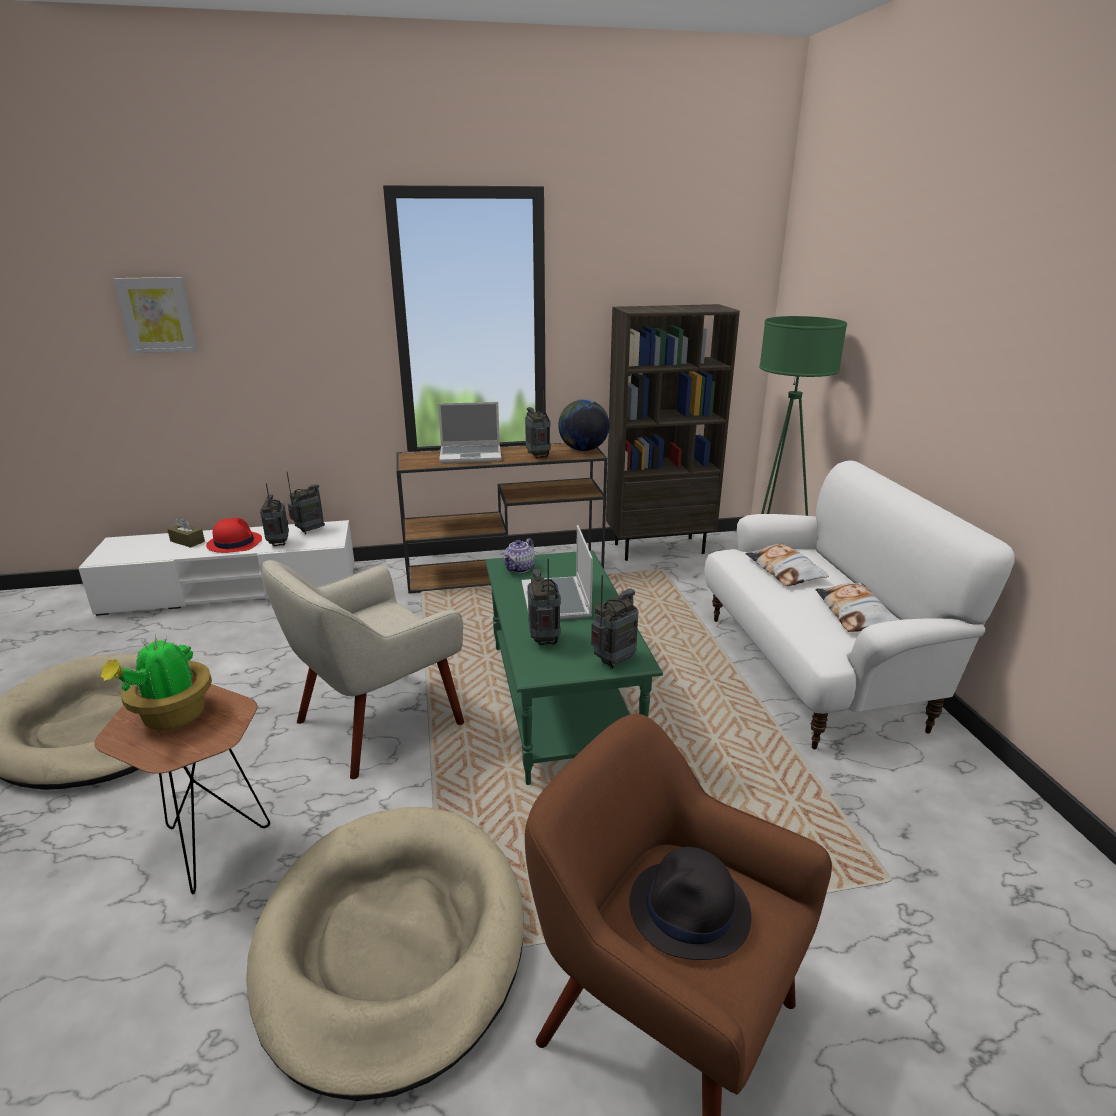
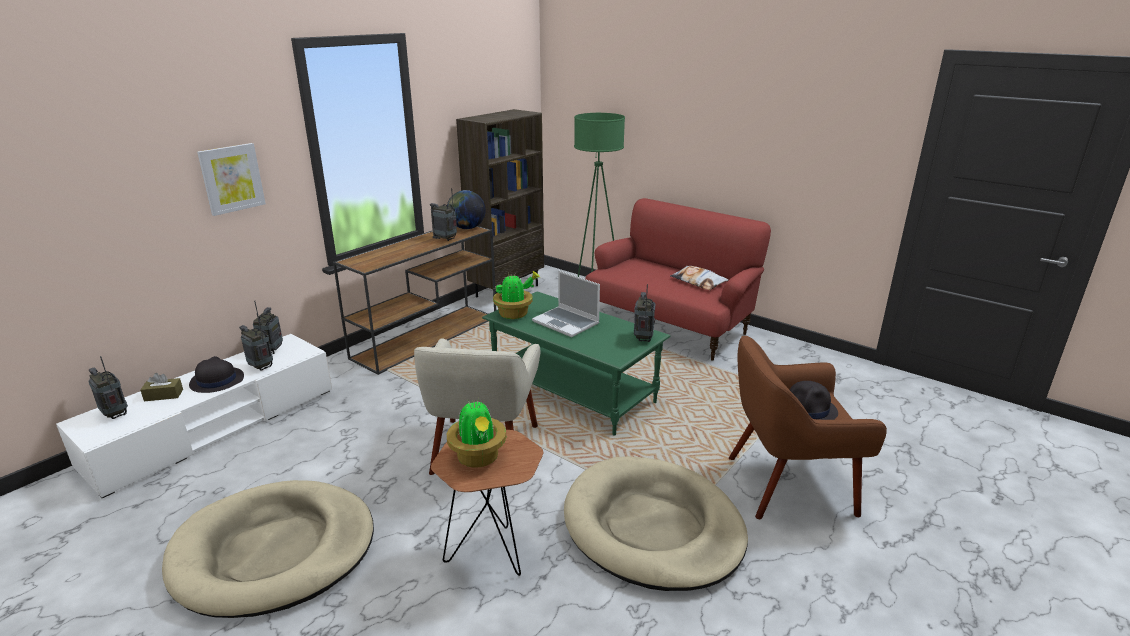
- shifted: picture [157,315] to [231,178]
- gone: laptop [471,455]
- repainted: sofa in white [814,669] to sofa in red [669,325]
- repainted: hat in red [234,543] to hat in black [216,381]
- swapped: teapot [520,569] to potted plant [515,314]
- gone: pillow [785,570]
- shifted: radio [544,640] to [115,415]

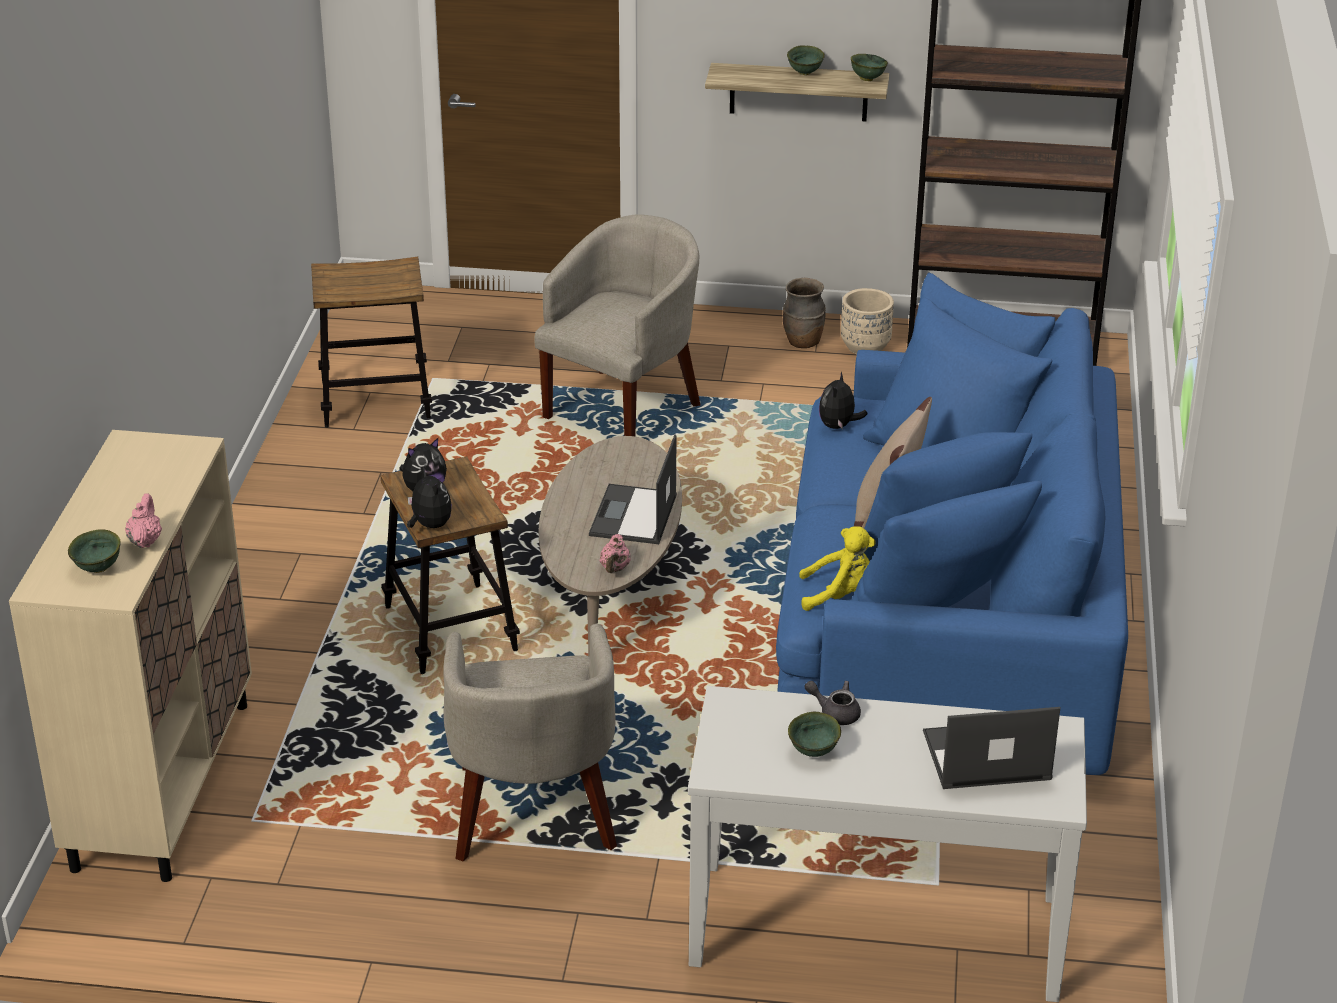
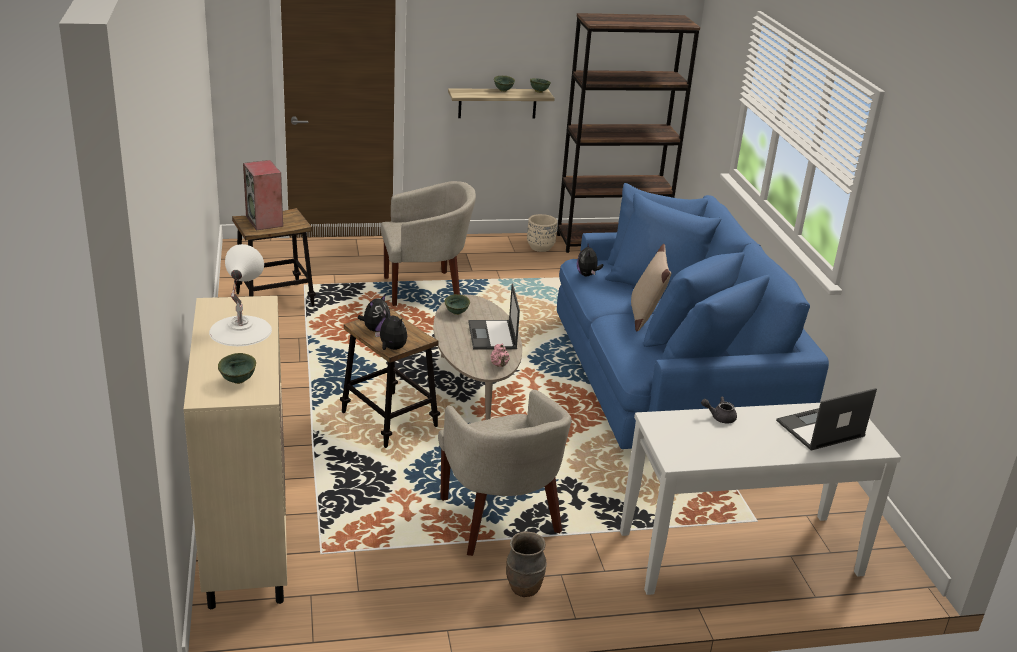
- rotated: armchair in beige [623,407] = [425,289] 60 degrees clockwise
- shifted: vase in brown [802,342] to [524,589]
- gone: teapot in pink [145,541]
- gone: plush toy in yellow [839,594]
- shifted: bowl in green [814,752] to [457,313]
- new: speaker [265,221]
- new: table lamp in white [240,330]

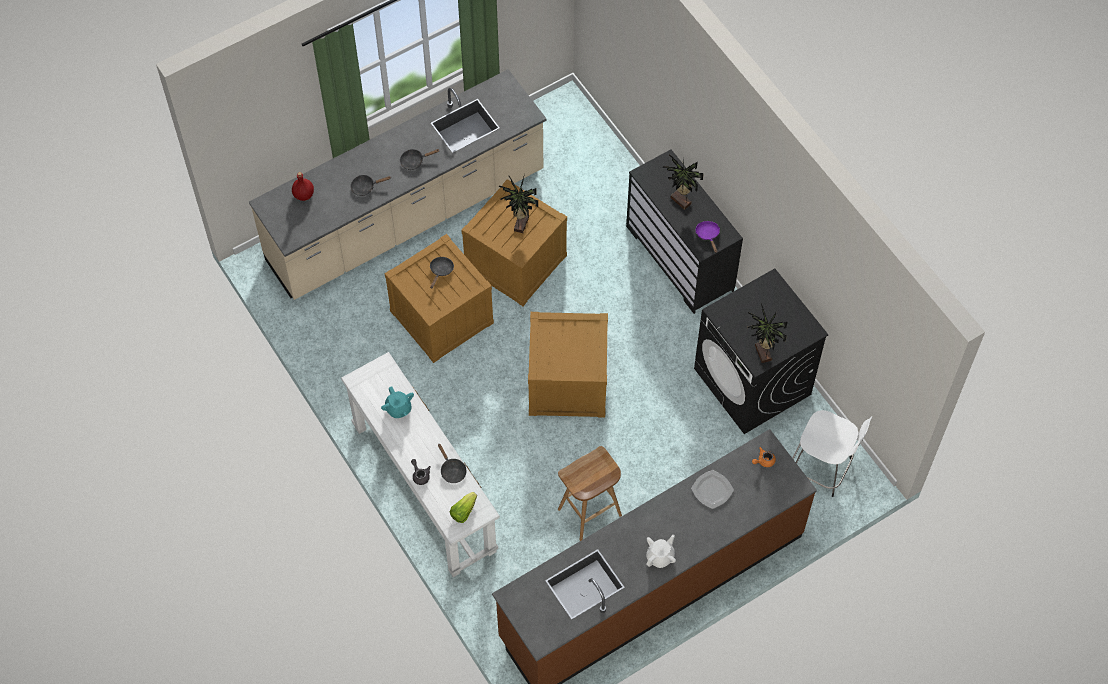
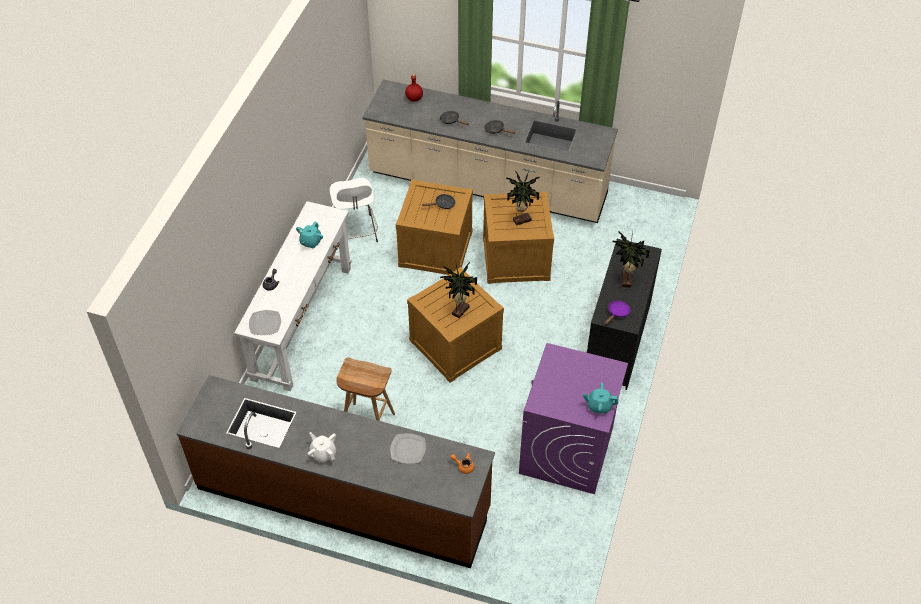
- repainted: washing machine in black [753,382] to washing machine in purple [566,450]
- shifted: potted plant [762,354] to [459,310]
- shifted: stool in white [822,468] to [355,233]
- gone: frying pan in black [452,470]
- swapped: lettuce [463,511] to plate [264,323]
- rotated: teapot in white [660,556] = [323,453] 135 degrees counterclockwise
- new: teapot in turquoise [599,406]

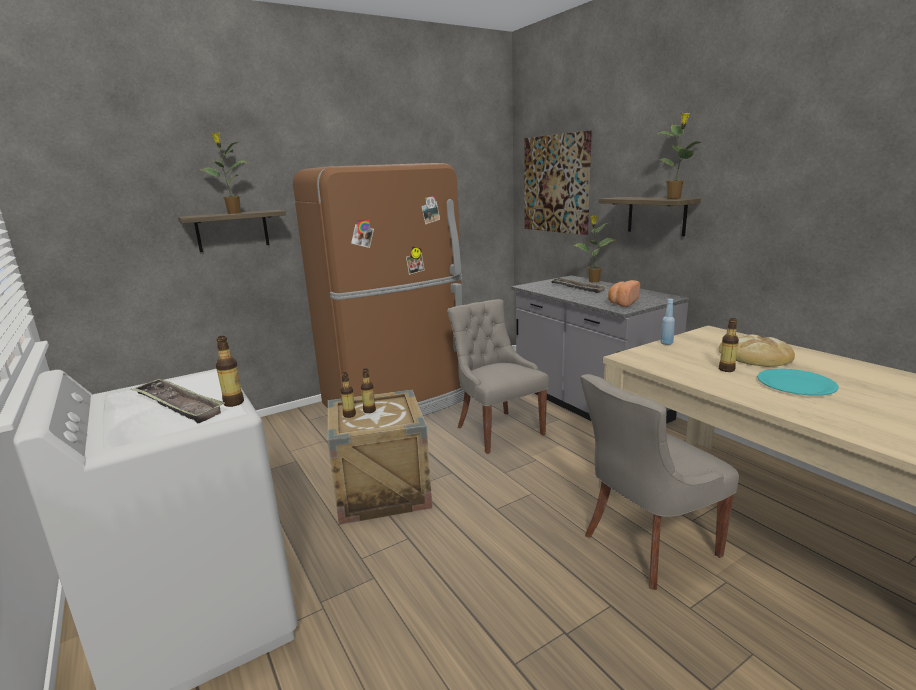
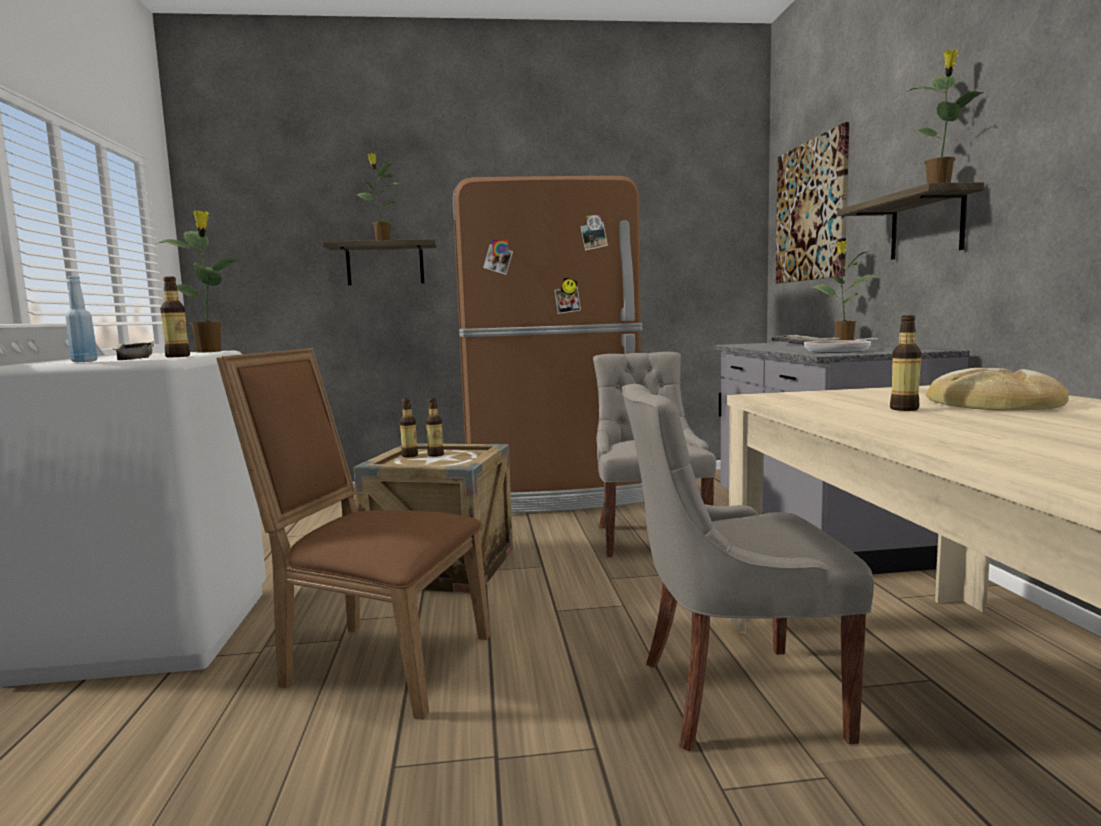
- swapped: bread [622,302] to frying pan [840,351]
- shifted: bottle in blue [666,343] to [84,361]
- gone: plate in turquoise [796,384]
- new: potted plant [210,351]
- new: chair in brown [376,662]

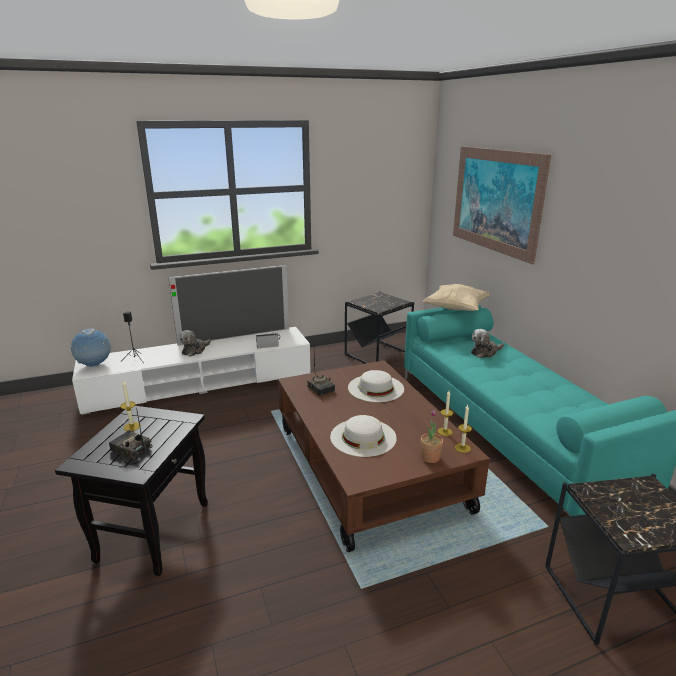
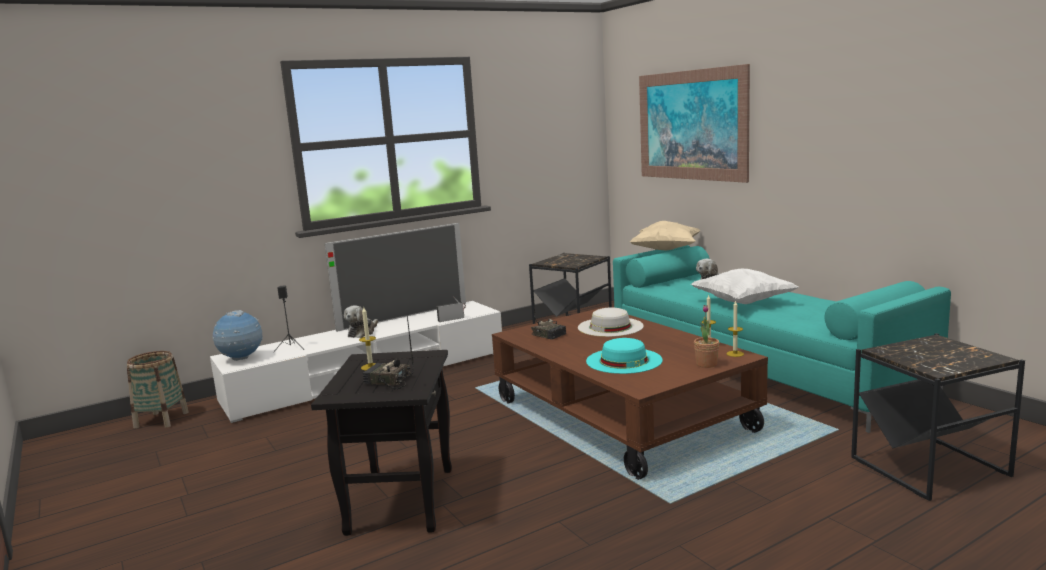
- repainted: hat in white [363,437] to hat in turquoise [624,360]
- new: pillow in white [742,302]
- new: basket [161,420]

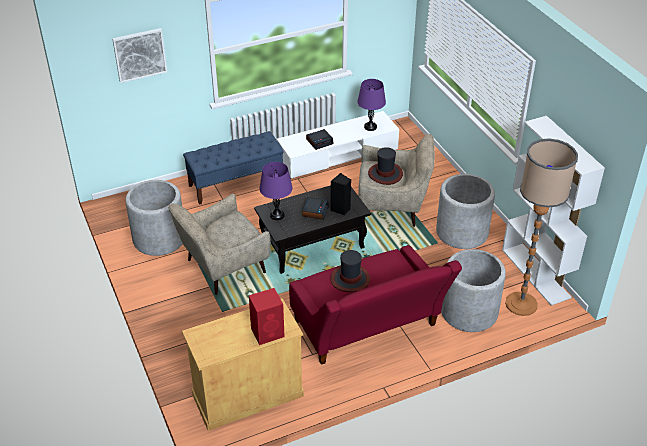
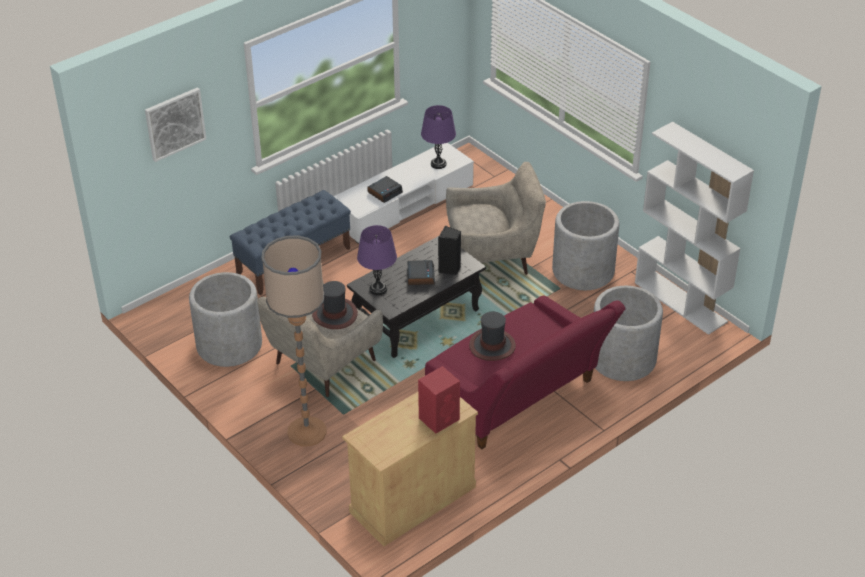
- shifted: floor lamp [521,304] to [306,432]
- shifted: hat [385,174] to [335,314]

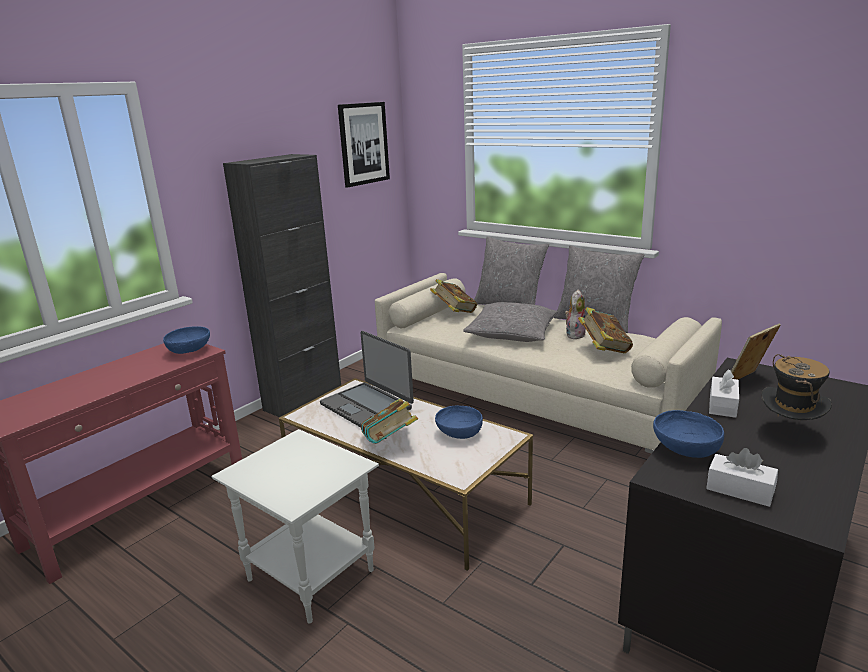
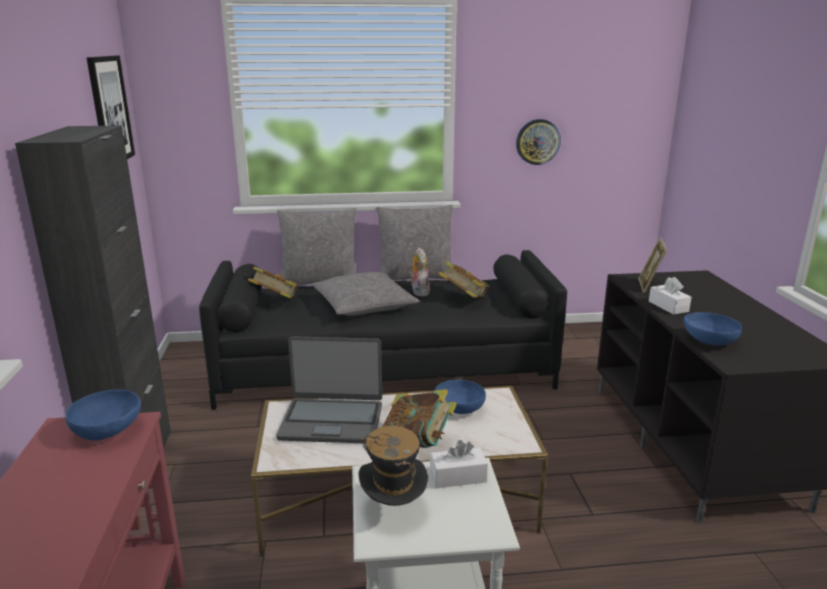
- repainted: sofa in beige [533,399] to sofa in black [386,368]
- shifted: hat [789,433] to [393,510]
- shifted: tissue box in white [740,490] to [458,477]
- new: wall clock [537,142]

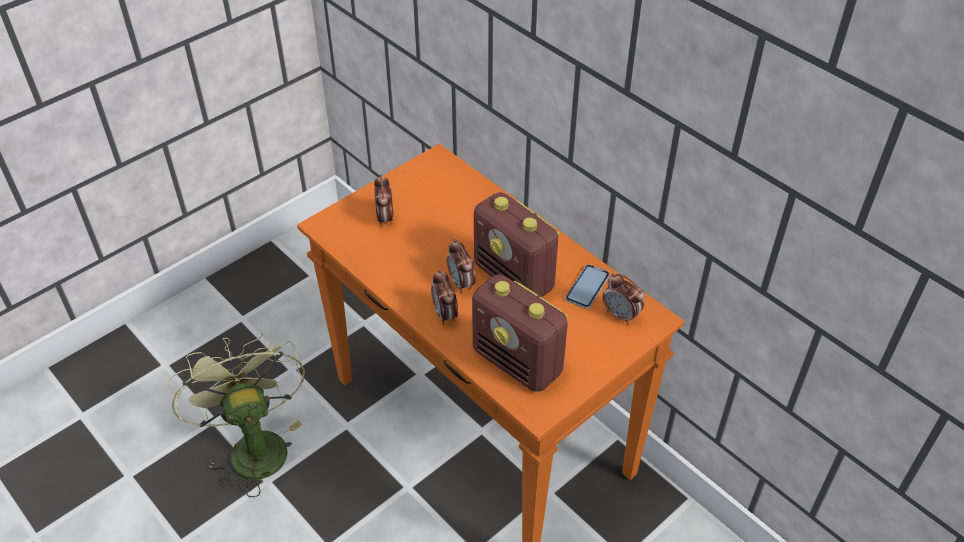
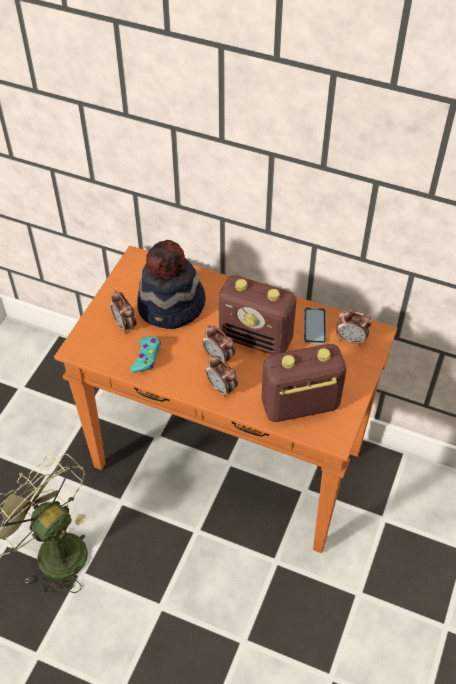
- rotated: radio [518,362] = [299,405] 150 degrees clockwise
- new: hat [172,307]
- new: game controller in turquoise [146,357]

